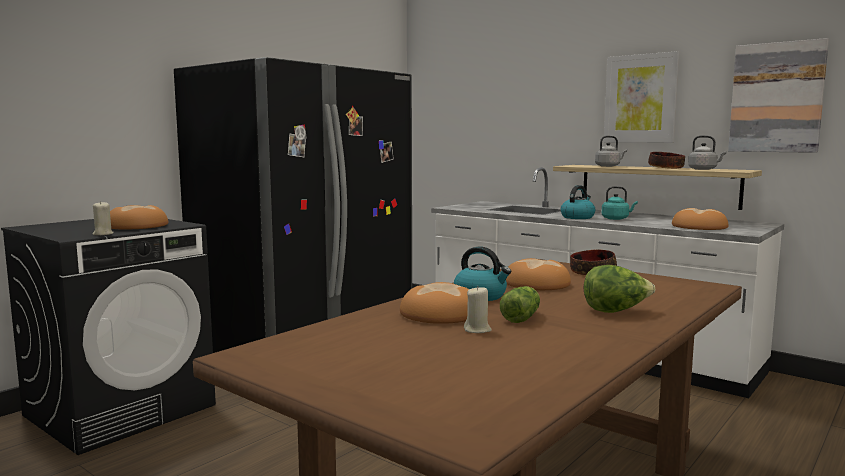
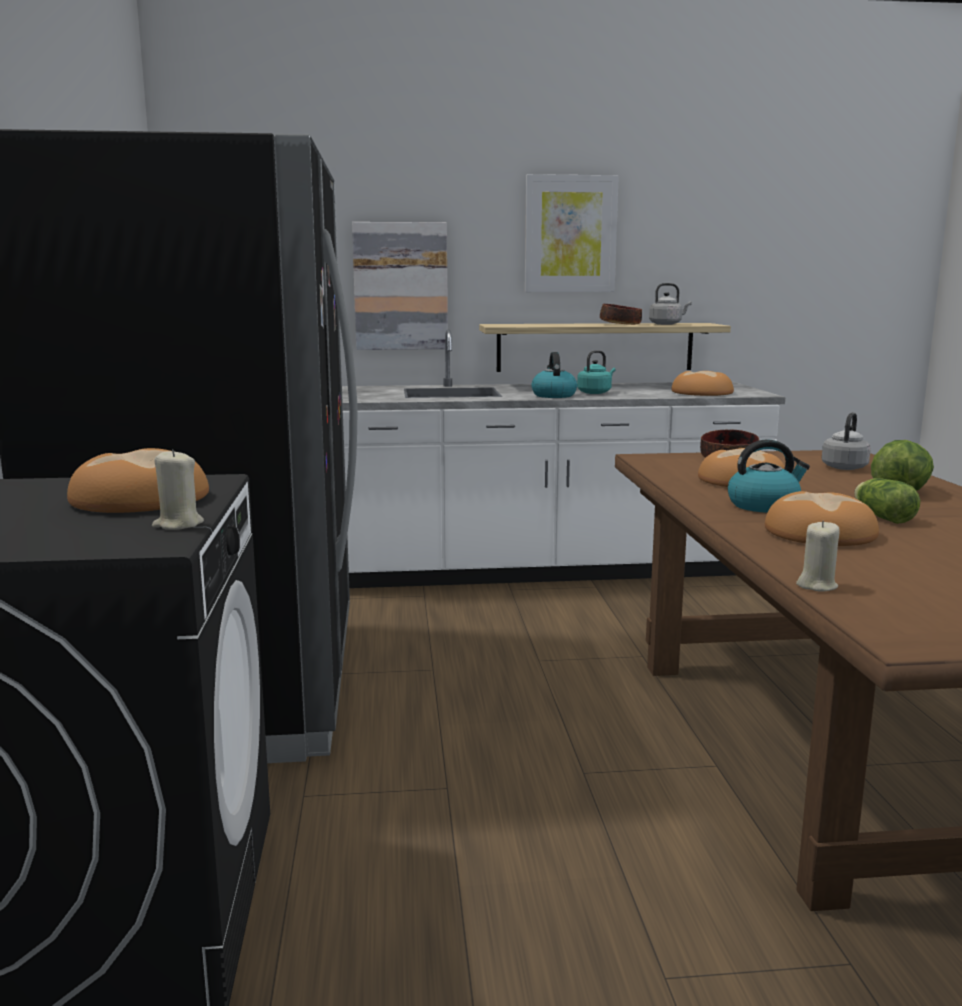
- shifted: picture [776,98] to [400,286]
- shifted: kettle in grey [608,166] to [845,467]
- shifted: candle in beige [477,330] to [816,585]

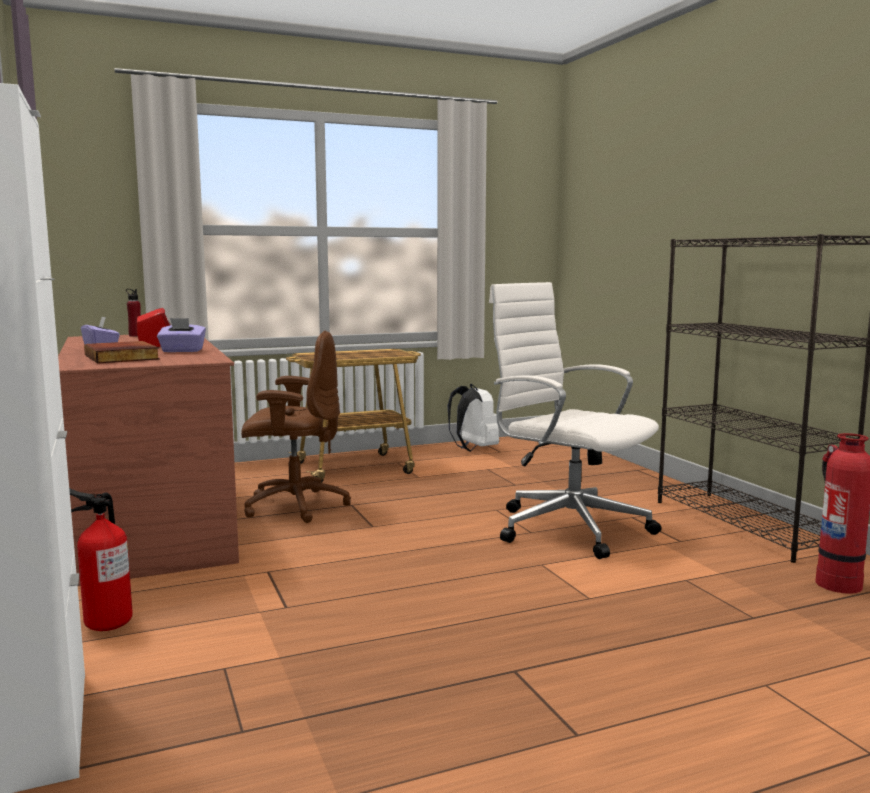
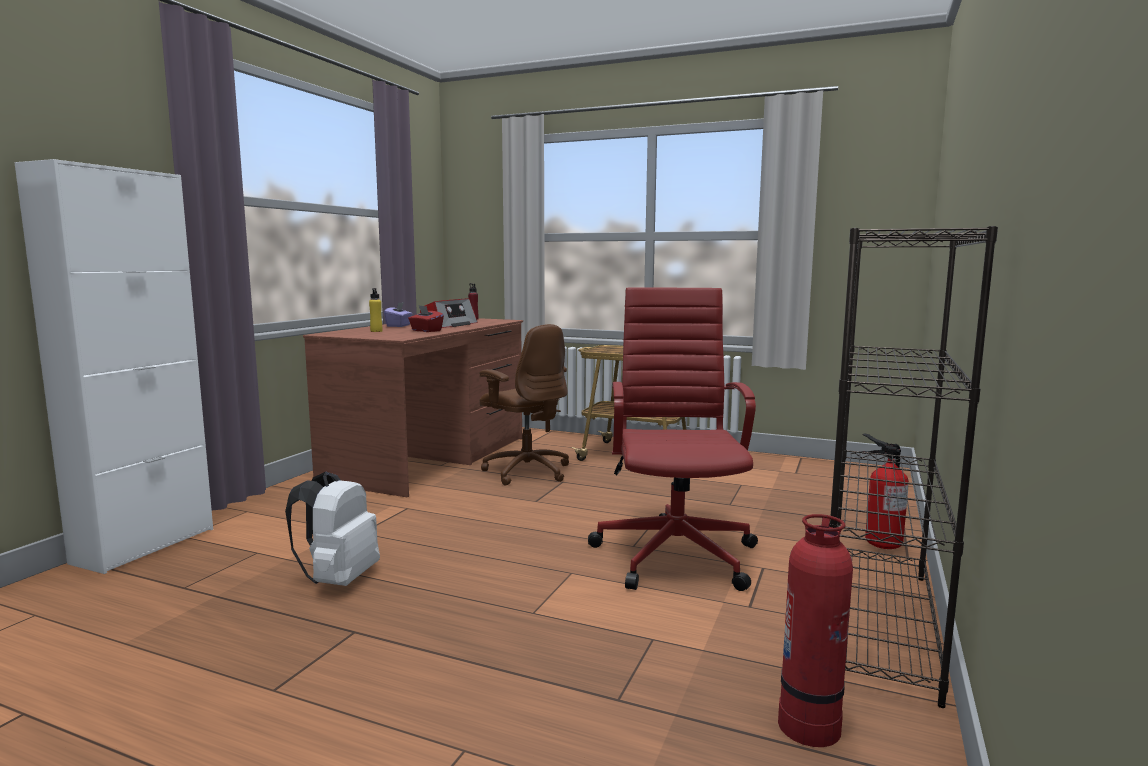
- repainted: office chair in white [568,527] to office chair in red [675,553]
- repainted: tissue box in purple [182,351] to tissue box in red [426,331]
- swapped: book [123,357] to bottle in yellow [376,331]
- shifted: backpack in white [474,449] to [338,580]
- shifted: fire extinguisher [109,623] to [883,544]

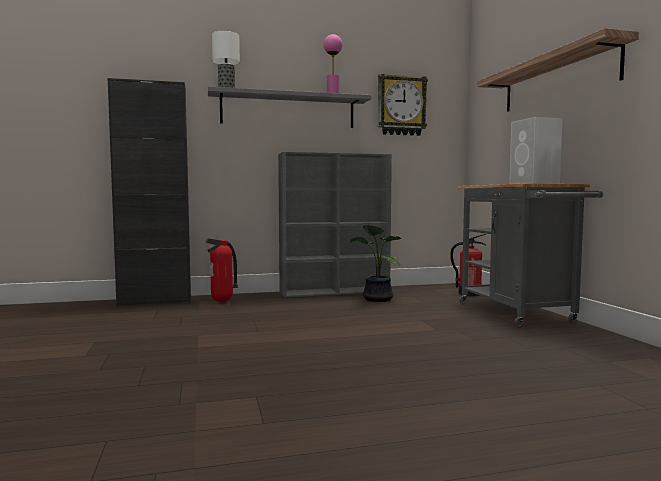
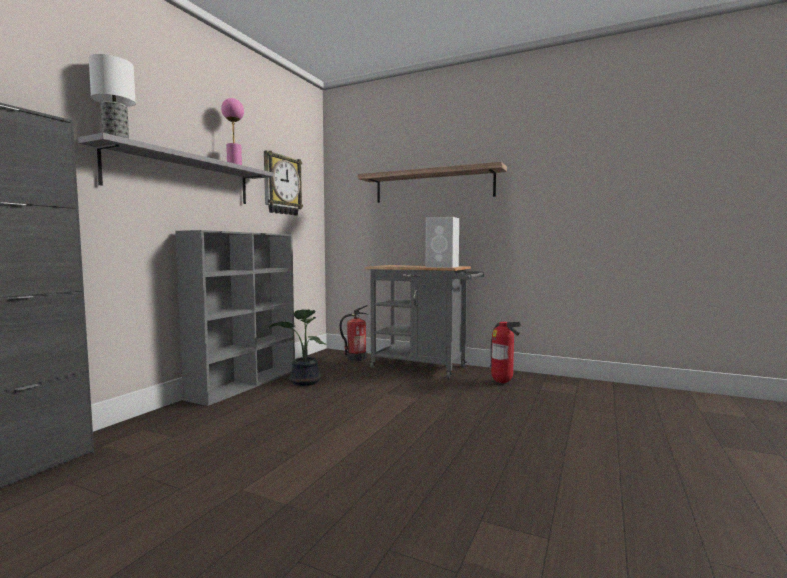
- shifted: fire extinguisher [222,302] to [502,382]

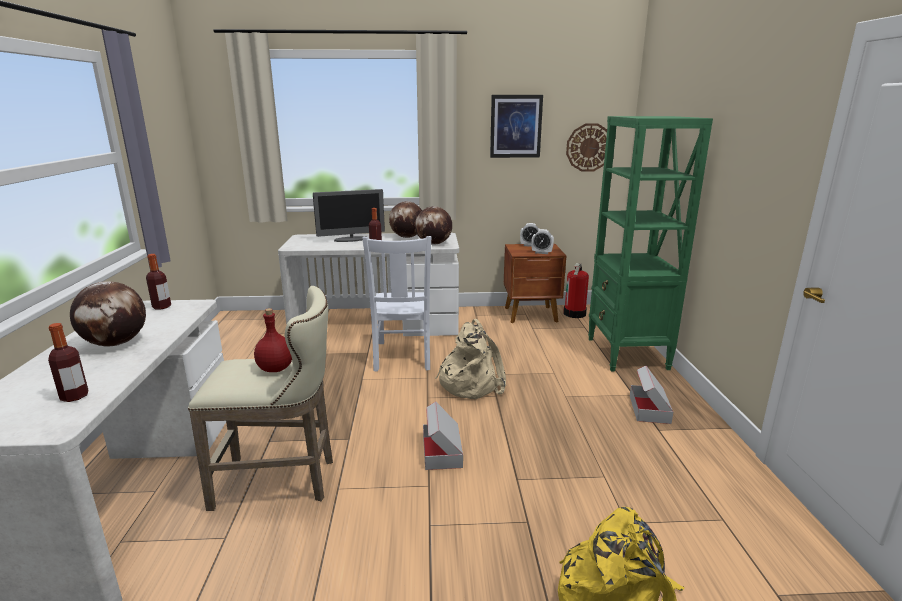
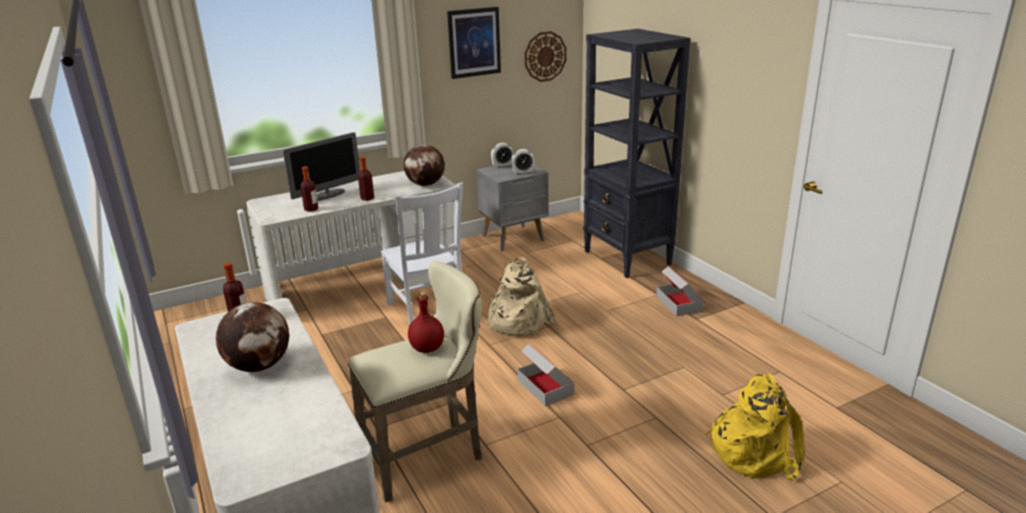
- repainted: bookcase in green [627,354] to bookcase in black [627,258]
- gone: globe [407,237]
- repainted: nightstand in brown [531,315] to nightstand in grey [514,238]
- gone: fire extinguisher [575,314]
- shifted: bottle [74,396] to [311,209]

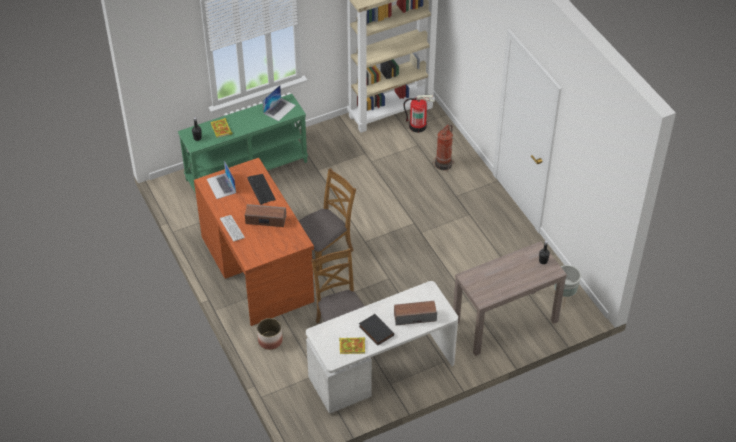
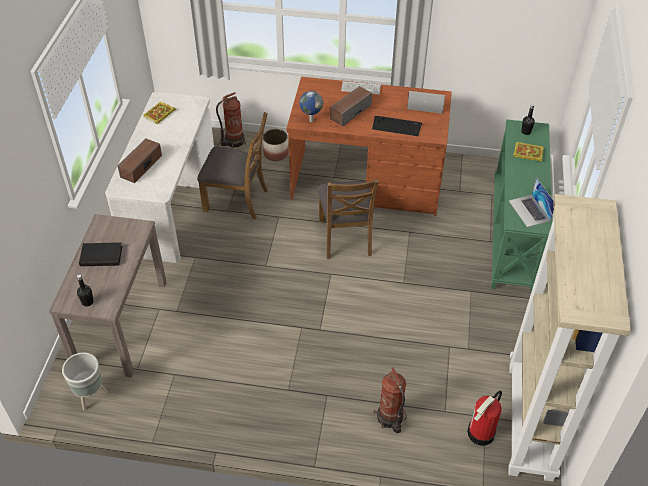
- shifted: book in black [375,331] to [102,255]
- new: globe [311,120]
- new: fire extinguisher [233,141]

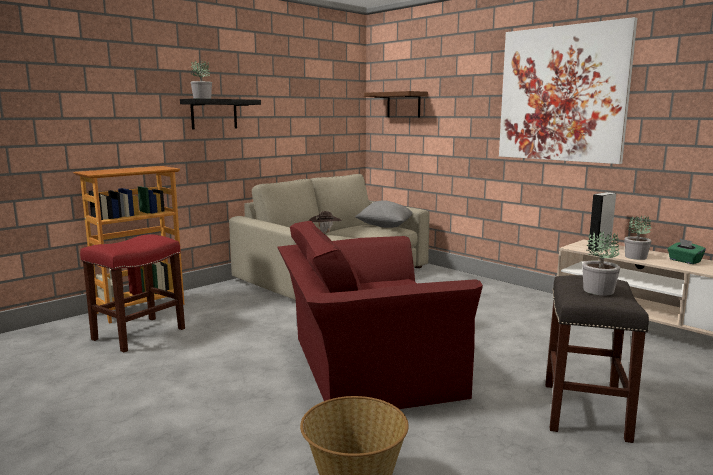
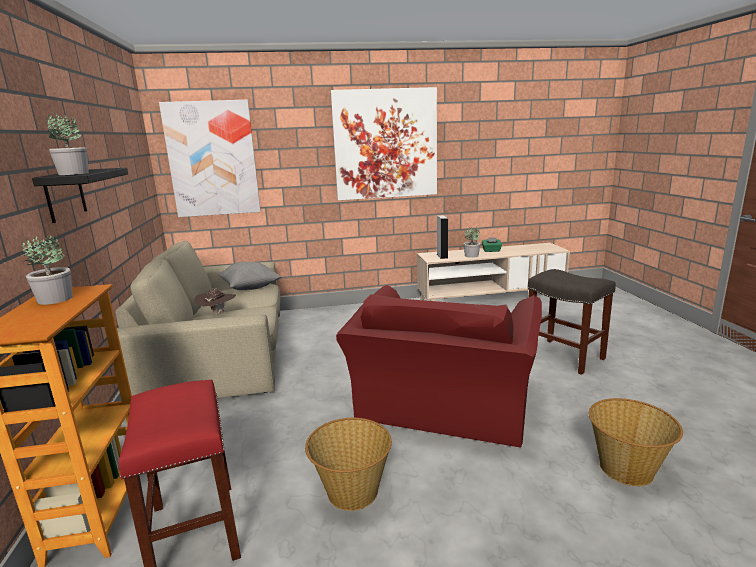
- swapped: shelf in brown [403,105] to picture [212,159]
- shifted: potted plant [599,291] to [56,299]
- new: basket [351,492]

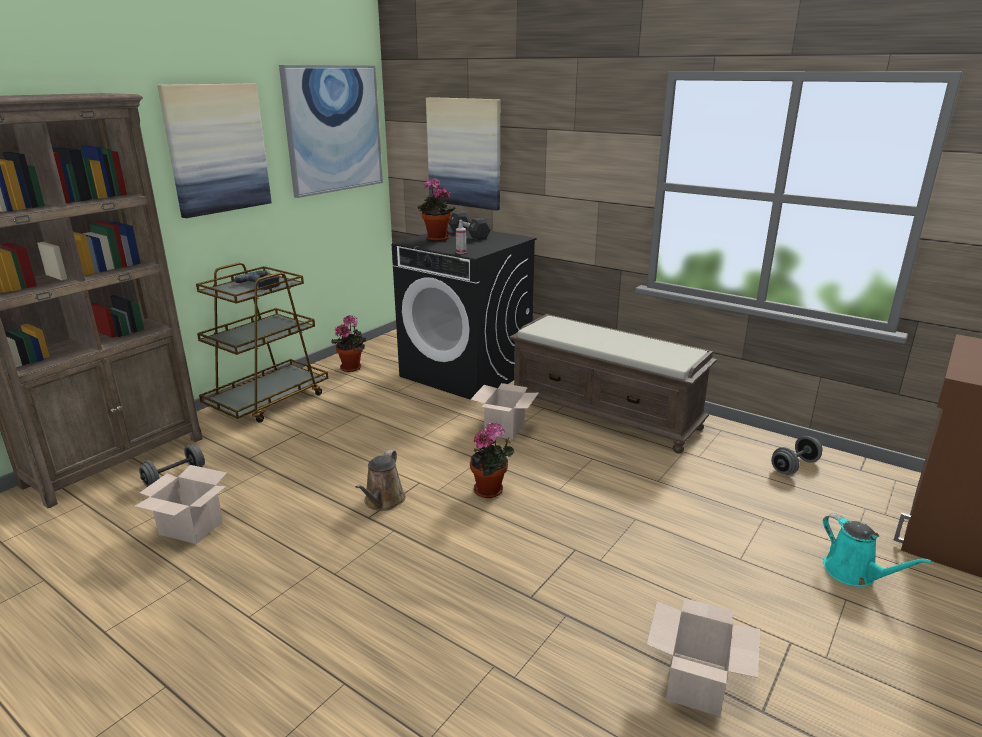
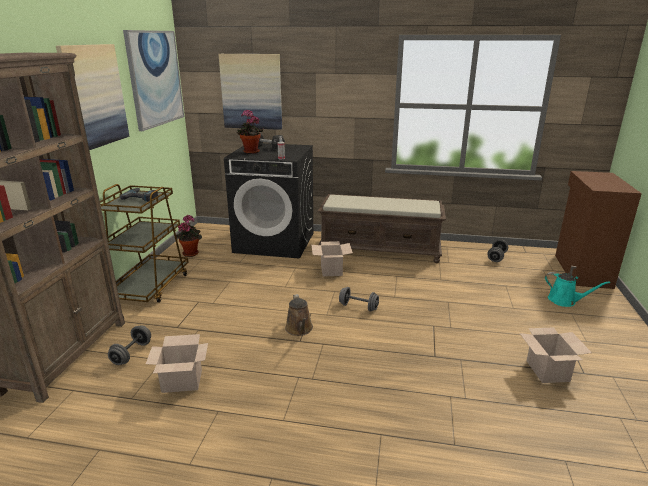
- swapped: potted plant [491,491] to dumbbell in grey [358,307]

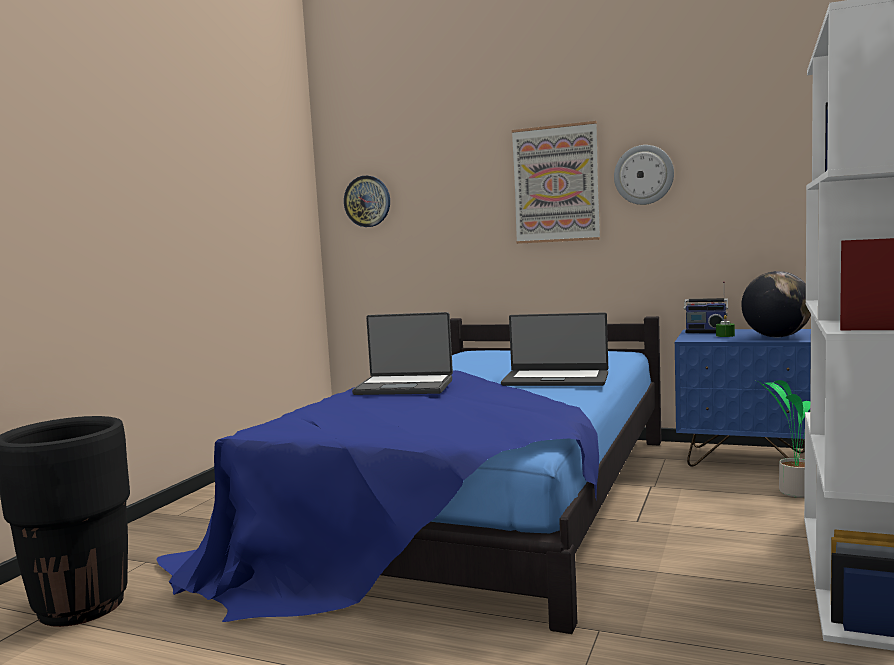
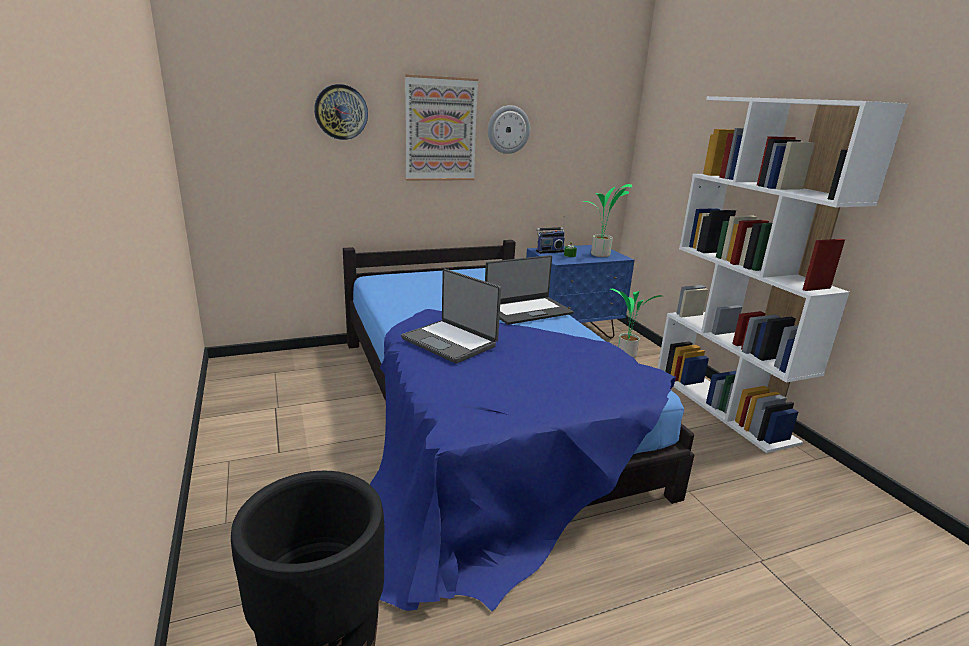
- shifted: wall clock [367,201] to [341,112]
- swapped: globe [776,337] to potted plant [601,255]
- rotated: laptop [405,387] = [450,342] 75 degrees clockwise

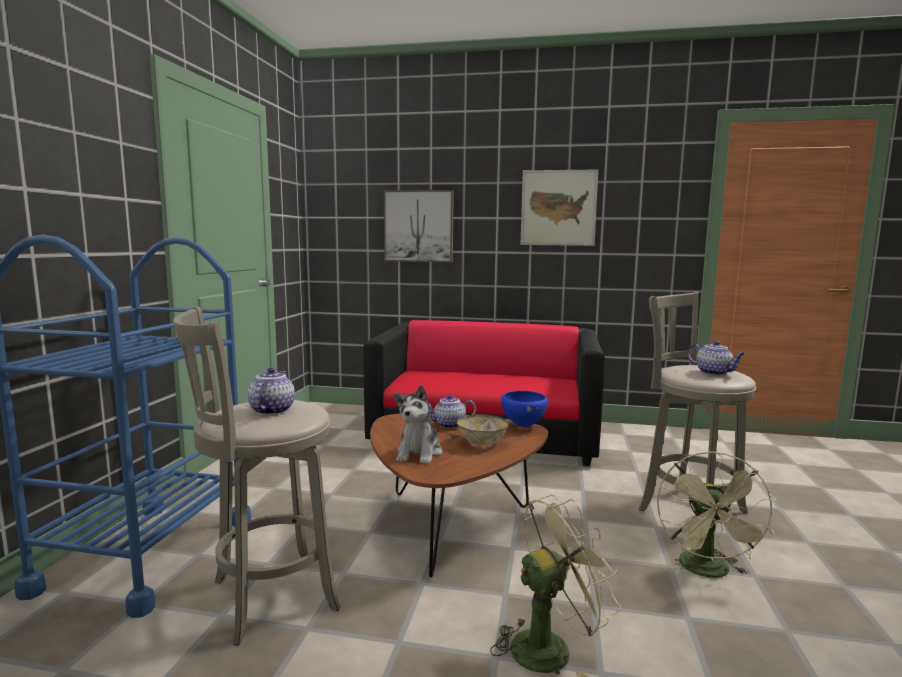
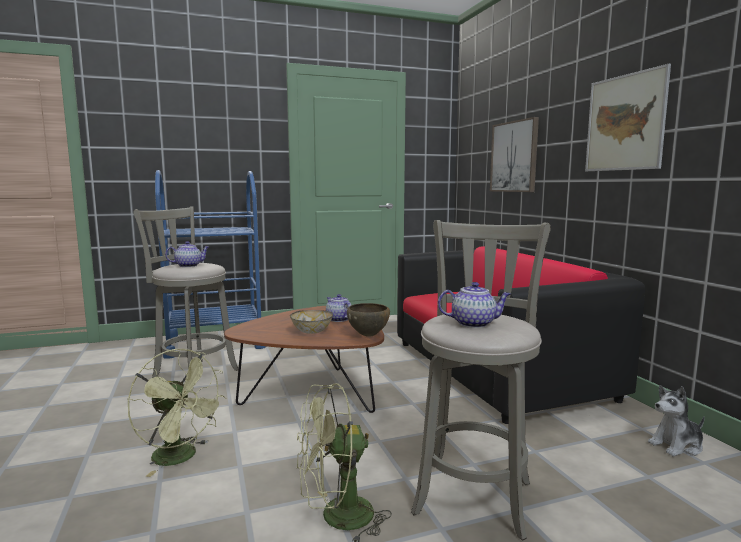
- rotated: teapot [714,373] = [474,323] 105 degrees counterclockwise
- shifted: plush toy [419,453] to [677,445]
- repainted: bowl in blue [523,426] to bowl in brown [368,335]

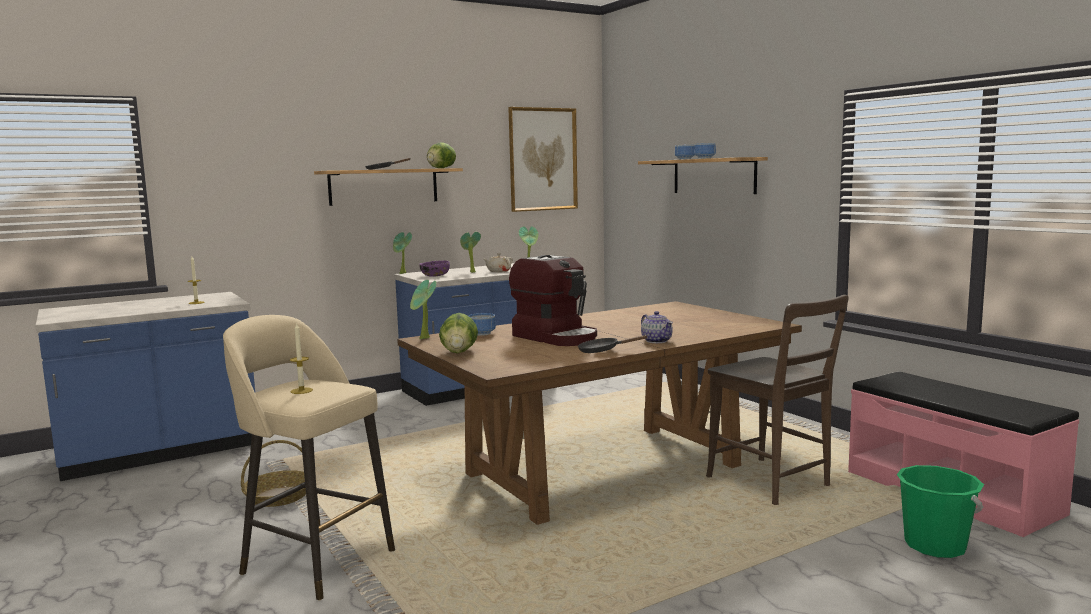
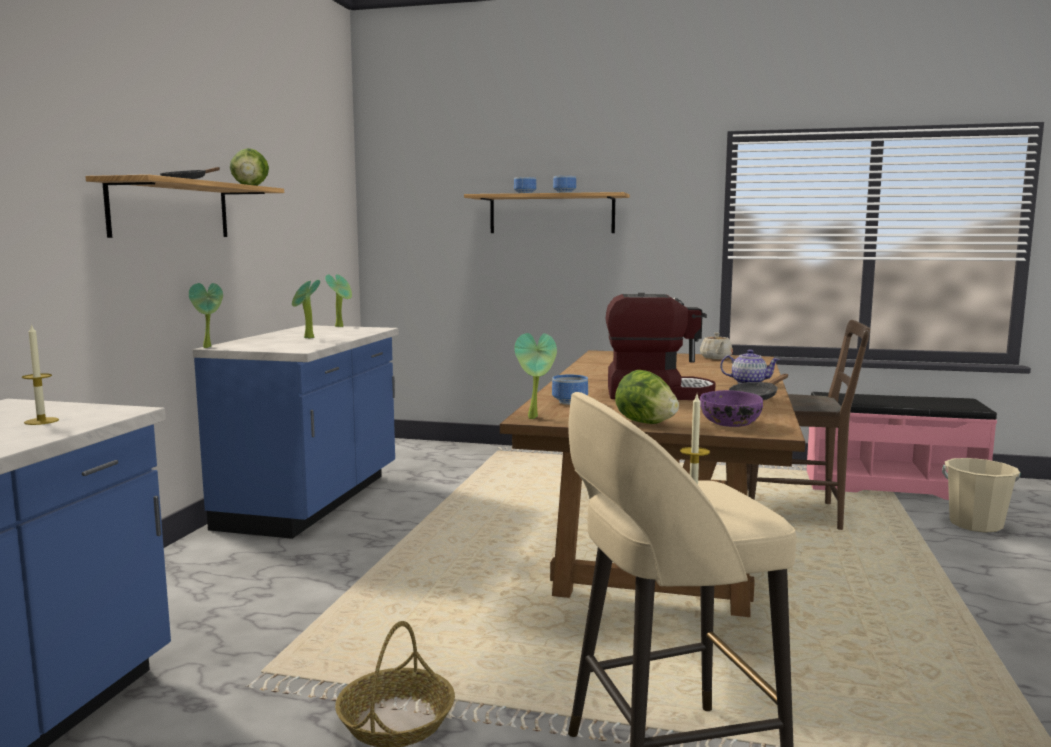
- gone: picture [543,159]
- shifted: teapot in beige [498,271] to [716,358]
- shifted: bowl in purple [434,275] to [729,424]
- repainted: bucket in green [935,546] to bucket in beige [975,524]

